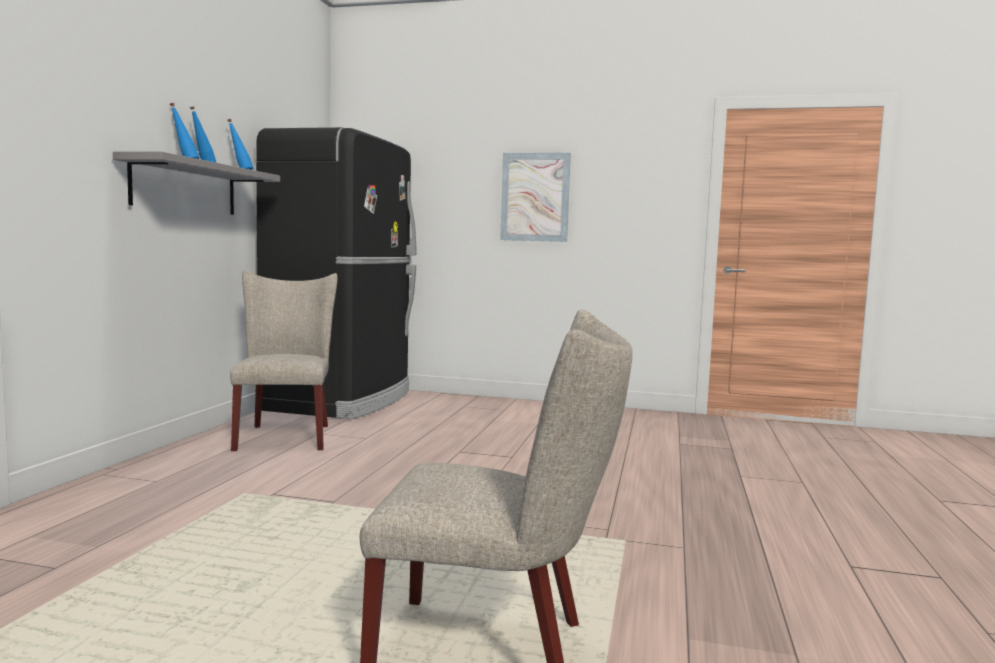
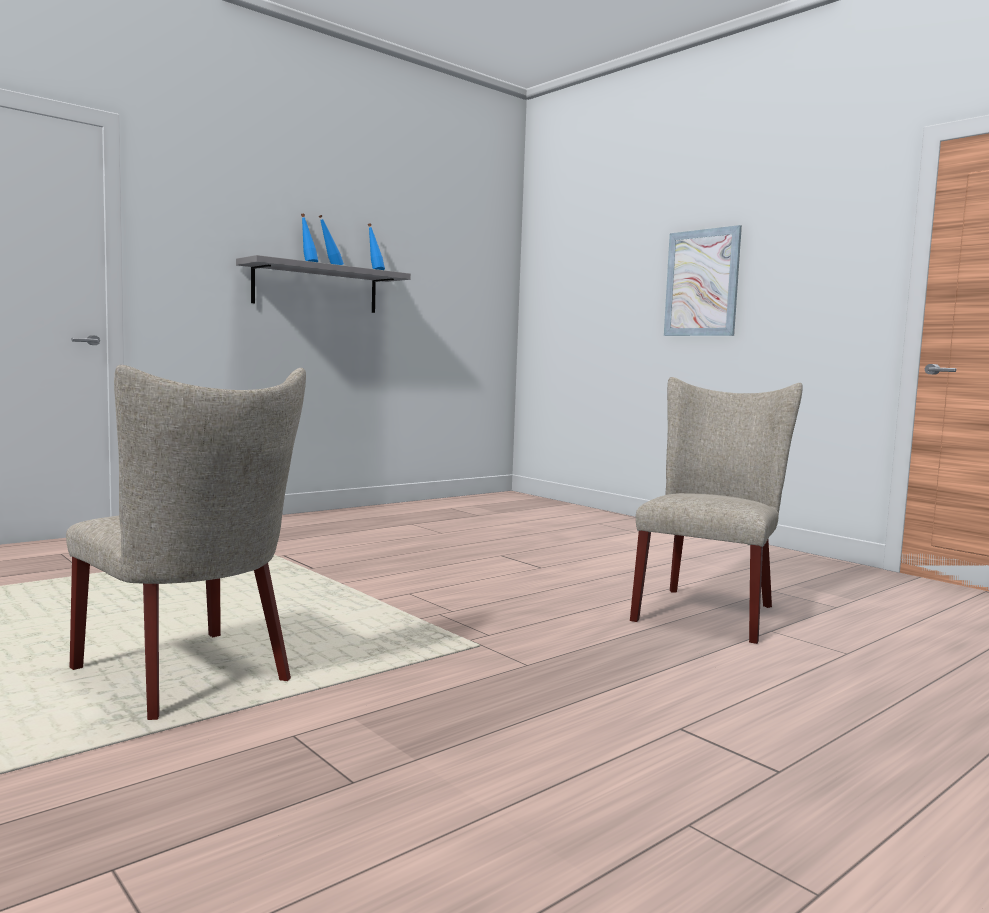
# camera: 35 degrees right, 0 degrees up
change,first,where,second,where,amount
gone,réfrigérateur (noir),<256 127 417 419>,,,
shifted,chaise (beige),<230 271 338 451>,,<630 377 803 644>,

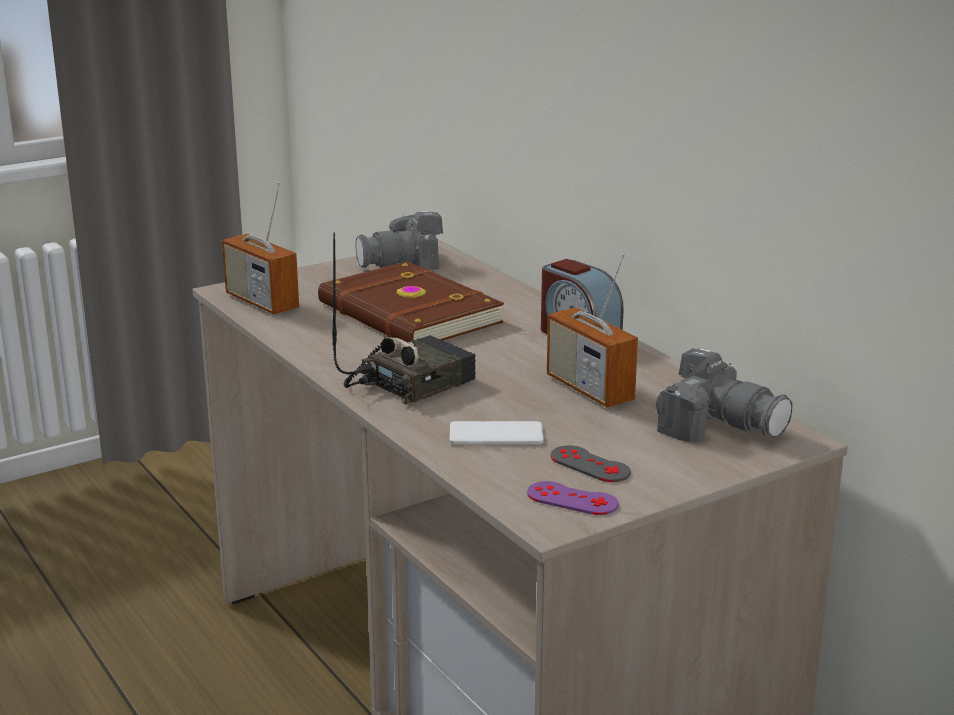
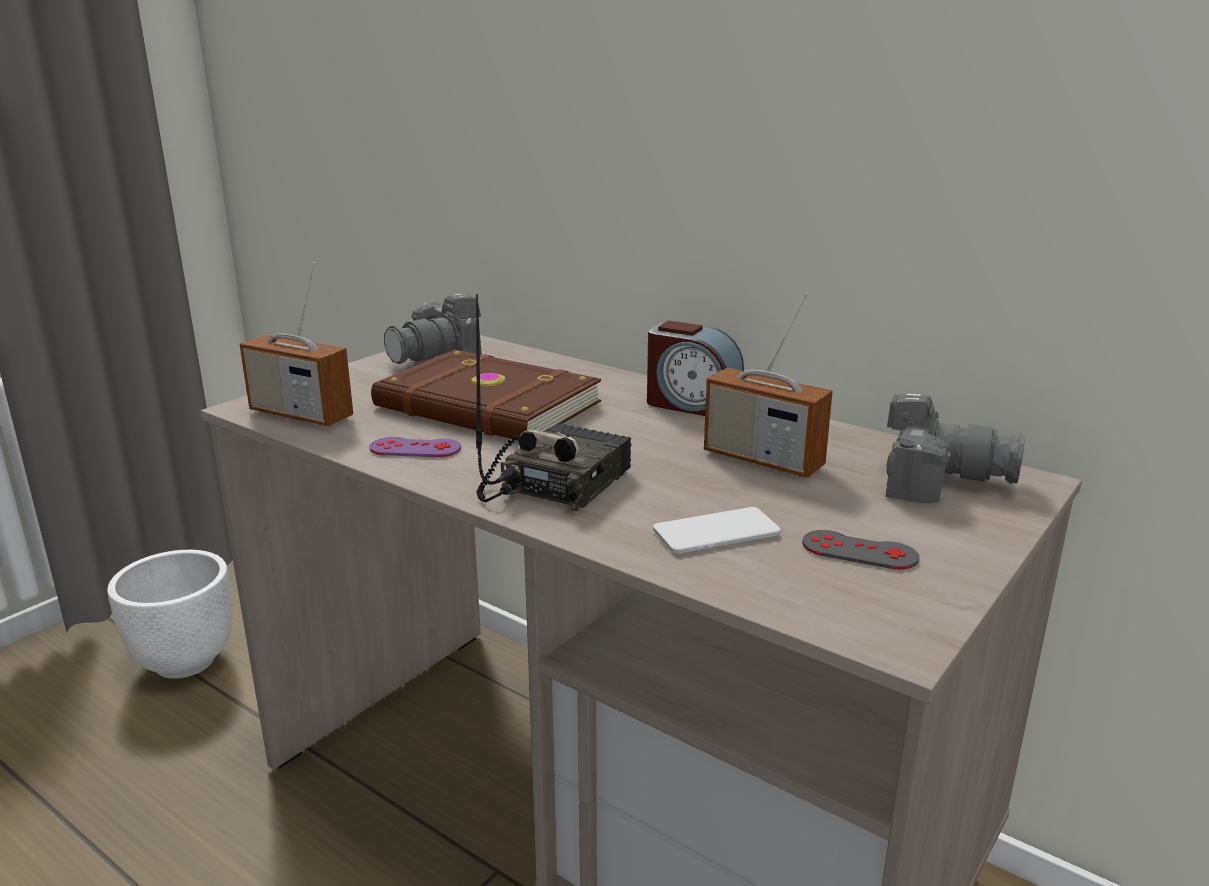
# camera: 20 degrees left, 0 degrees up
change,first,where,second,where,amount
new,,,cache-pot (blanc),<107 550 233 679>,
shifted,manette (violet),<527 481 619 515>,,<369 437 461 457>,

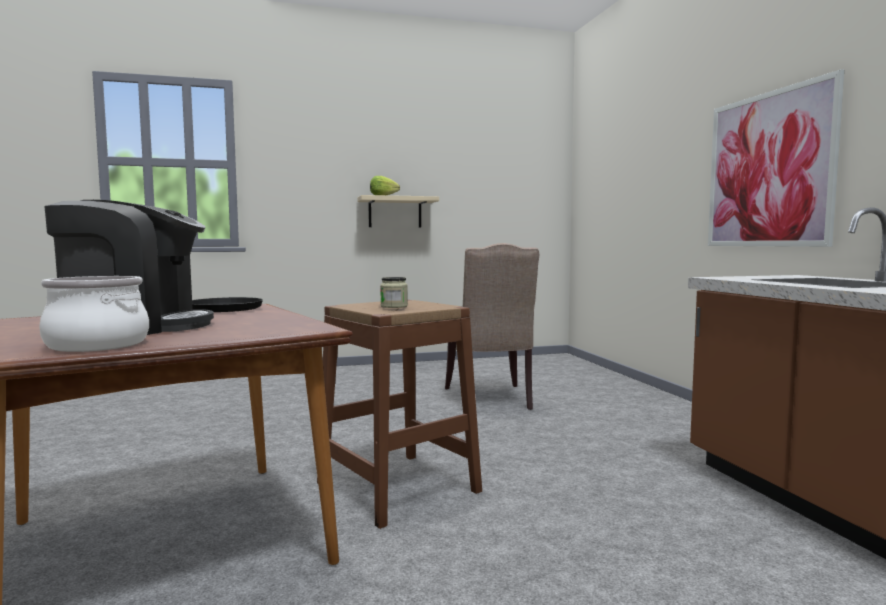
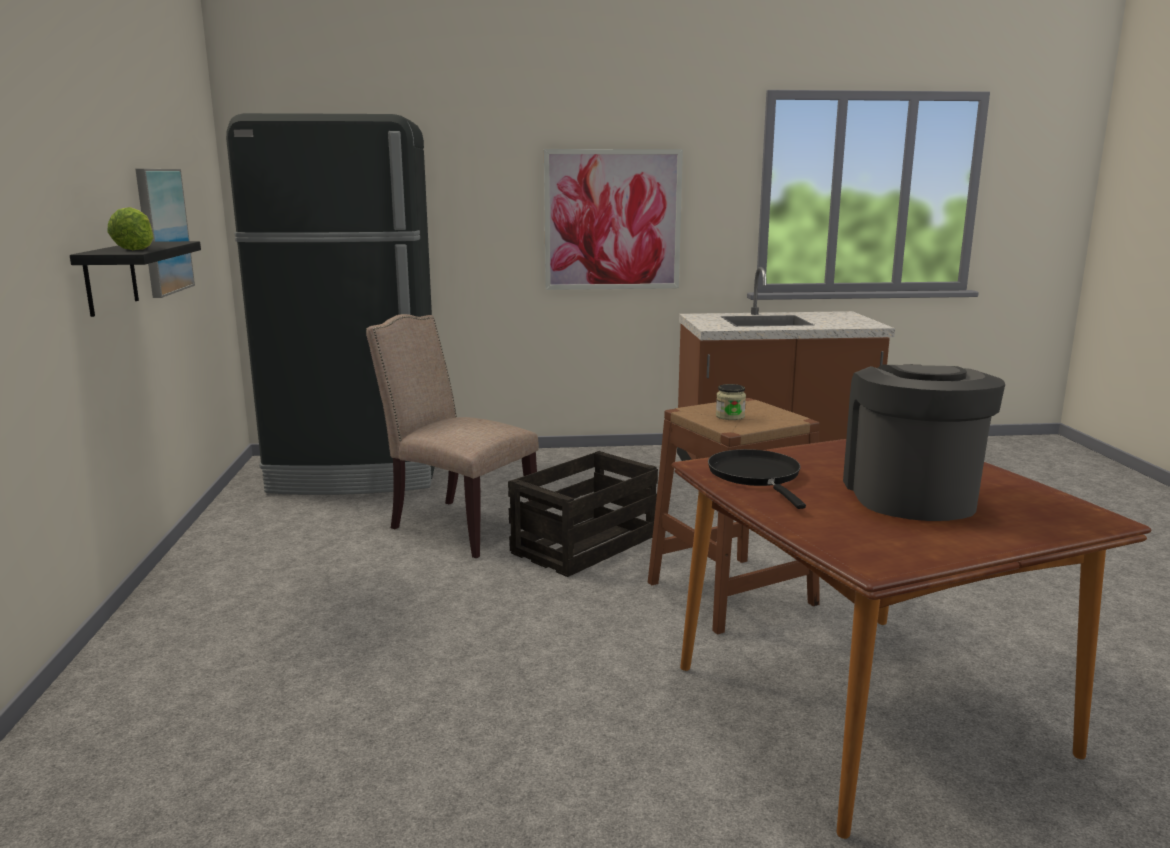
# camera: 80 degrees left, 10 degrees up
change,first,where,second,where,amount
gone,marmite,<39 276 149 352>,,,
new,,,tableau,<135 169 195 298>,
new,,,réfrigérateur (noir),<226 113 435 495>,
new,,,caisse,<508 451 658 577>,
repainted,étagère (beige),<357 195 439 227>,étagère (noir),<70 241 201 317>,
rotated,chaise (beige),<445 243 540 410>,,<366 314 539 558>,150 degrees counterclockwise

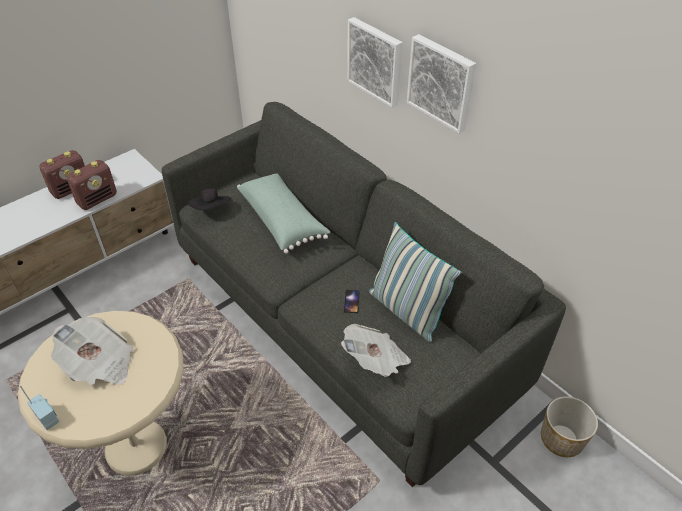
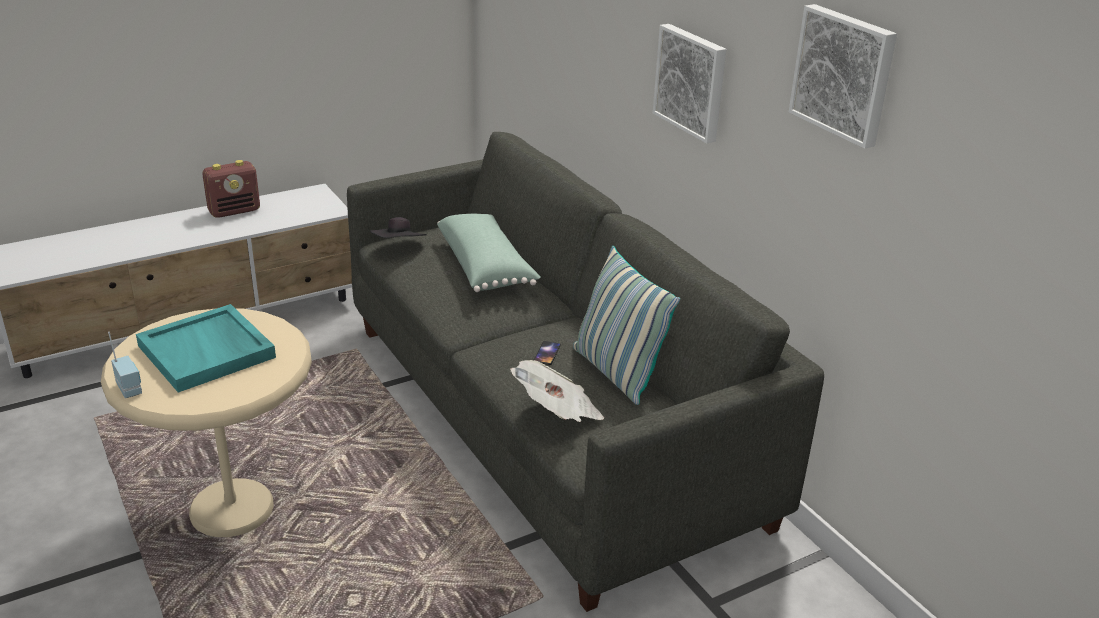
# camera: 10 degrees right, 15 degrees down
change,first,where,second,where,amount
gone,radio,<66 160 117 210>,,,
gone,cache-pot,<541 396 598 457>,,,
shifted,tableau,<347 17 403 108>,,<789 4 897 149>,
swapped,journal,<51 317 134 385>,plateau (turquoise),<136 304 276 392>,

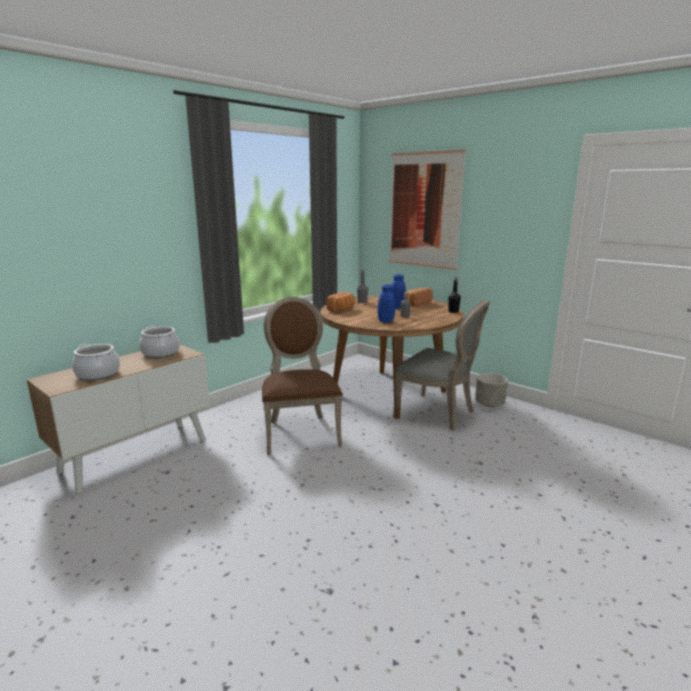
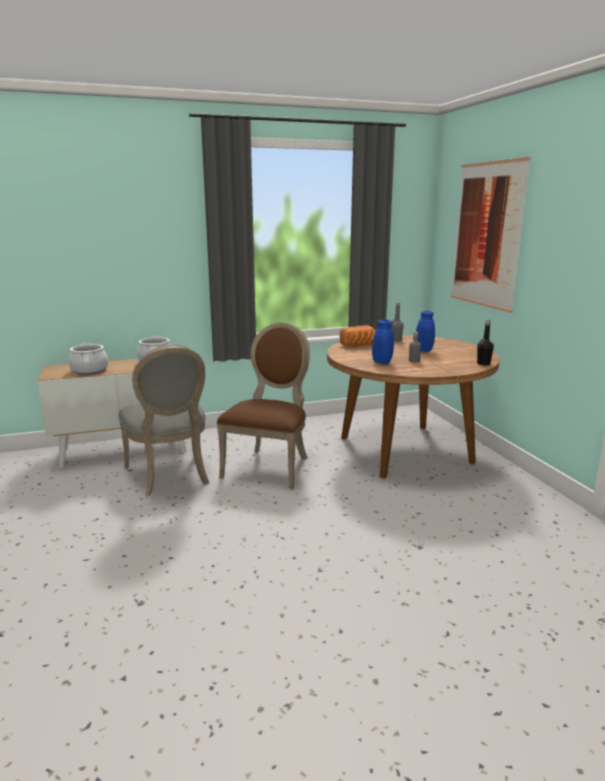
# camera: 30 degrees right, 0 degrees up
change,first,where,second,where,amount
gone,pain,<407 288 433 307>,,,
gone,cache-pot (gris),<475 373 508 407>,,,
shifted,chaise (gris),<393 300 490 431>,,<118 345 209 496>,

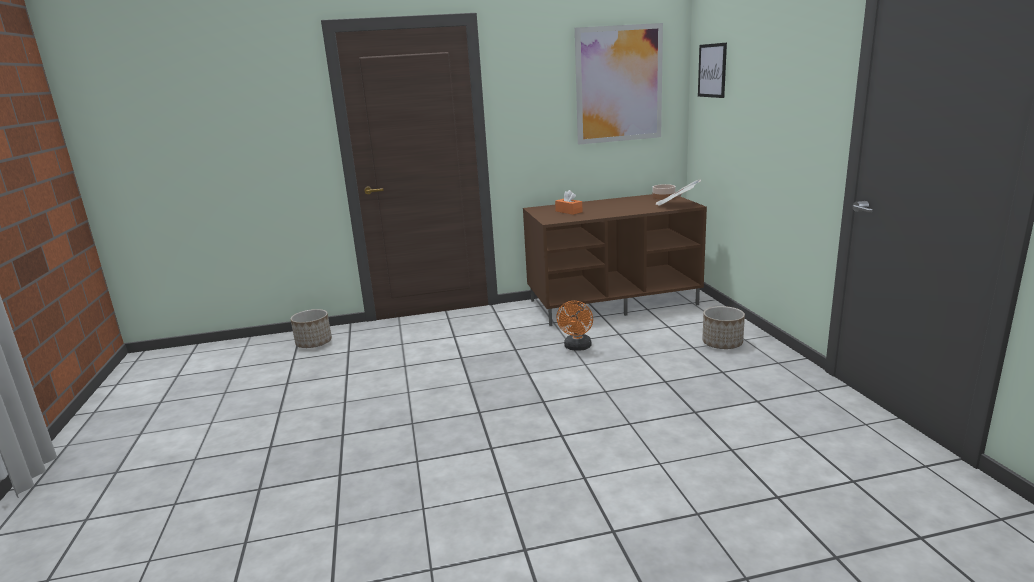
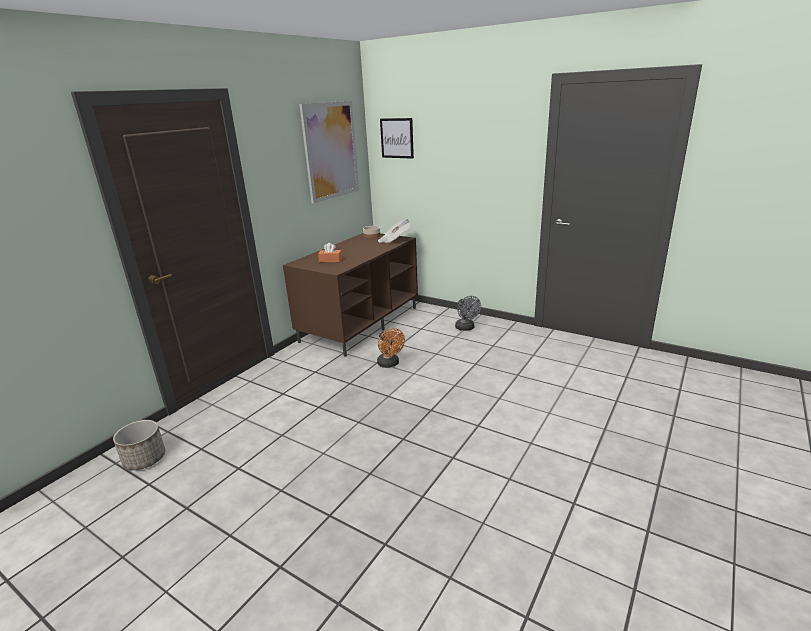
# camera: 45 degrees left, 5 degrees up
change,first,where,second,where,amount
swapped,cache-pot,<702 306 745 349>,ventilateur (gris),<455 296 481 331>,

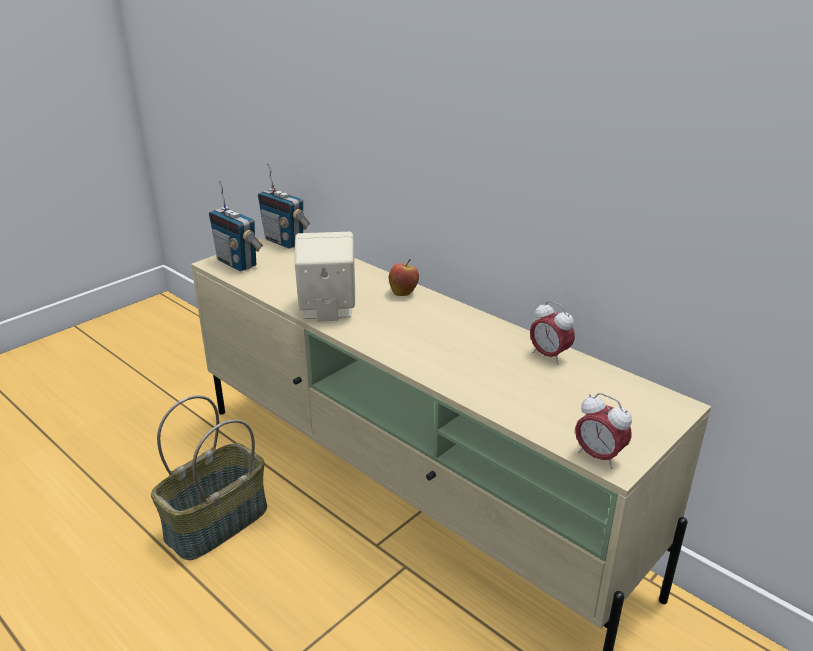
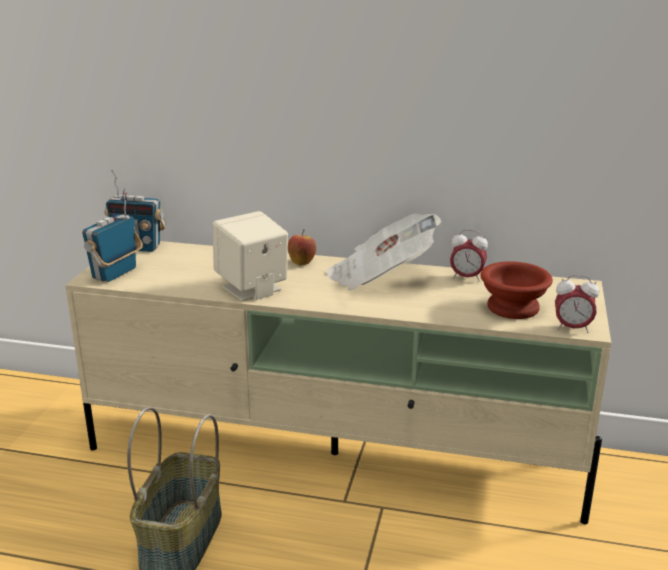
# camera: 30 degrees left, 5 degrees down
change,first,where,second,where,amount
new,,,journal,<326 213 442 290>,
new,,,bol (marron),<480 261 553 319>,
rotated,radio,<209 181 263 271>,,<82 188 143 282>,105 degrees clockwise

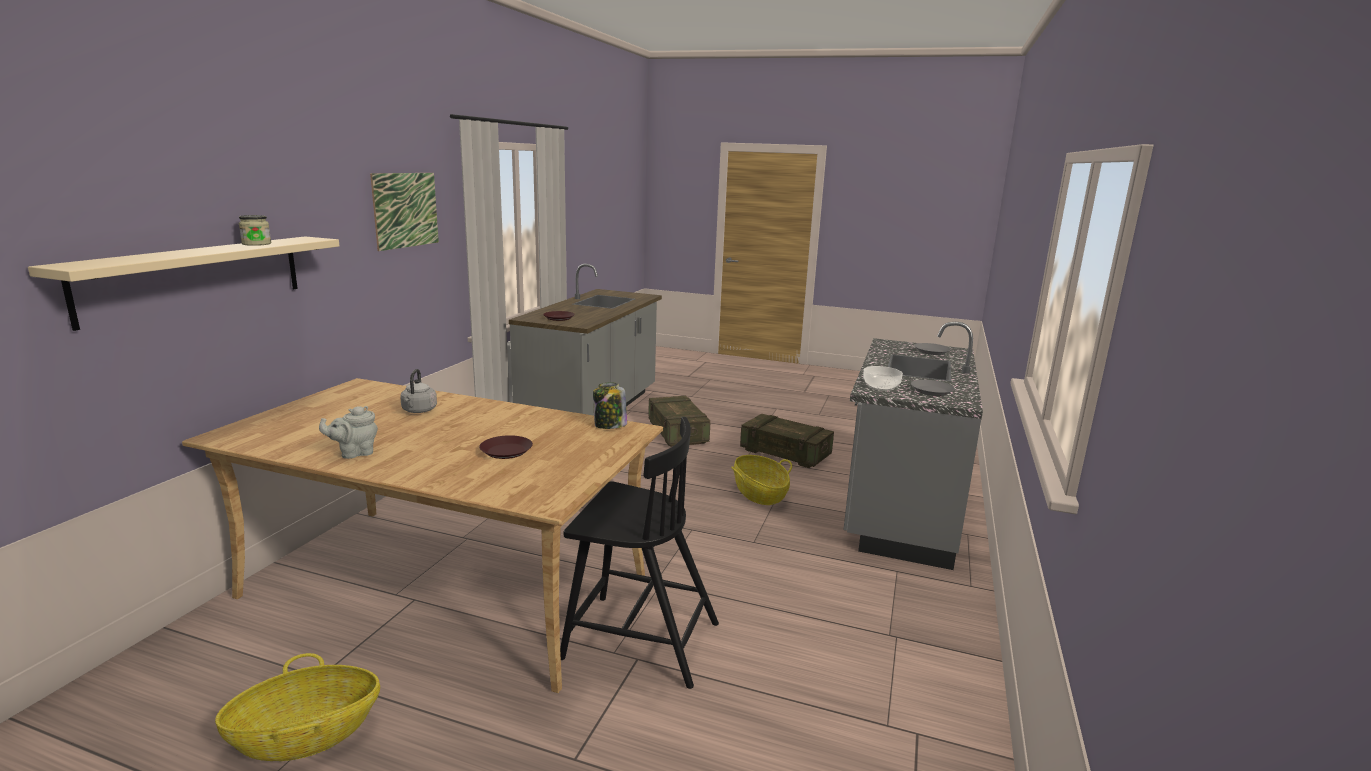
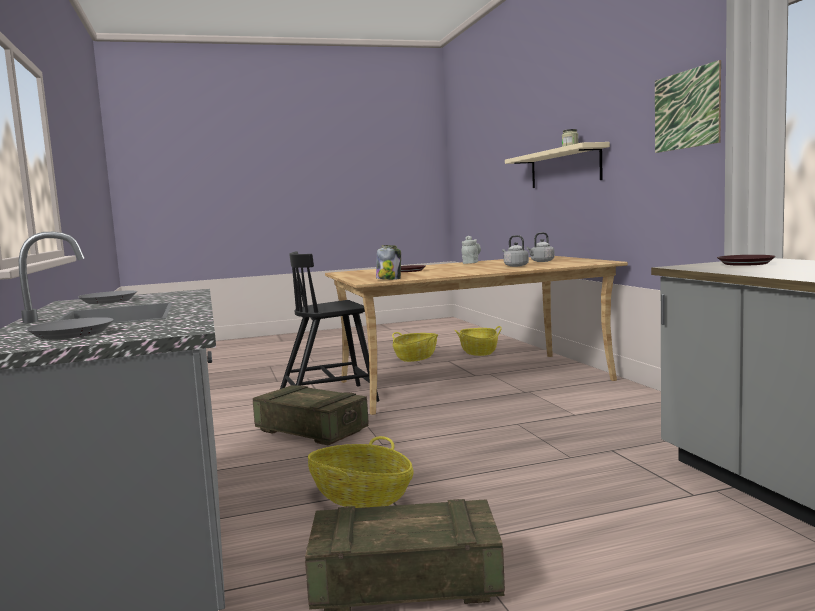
# camera: 145 degrees right, 10 degrees down
change,first,where,second,where,amount
gone,bol,<863 366 903 391>,,,
new,,,panier,<455 326 502 356>,
new,,,bouilloire (gris),<526 232 555 262>,
shifted,caisse,<648 396 710 447>,,<253 385 369 445>,

